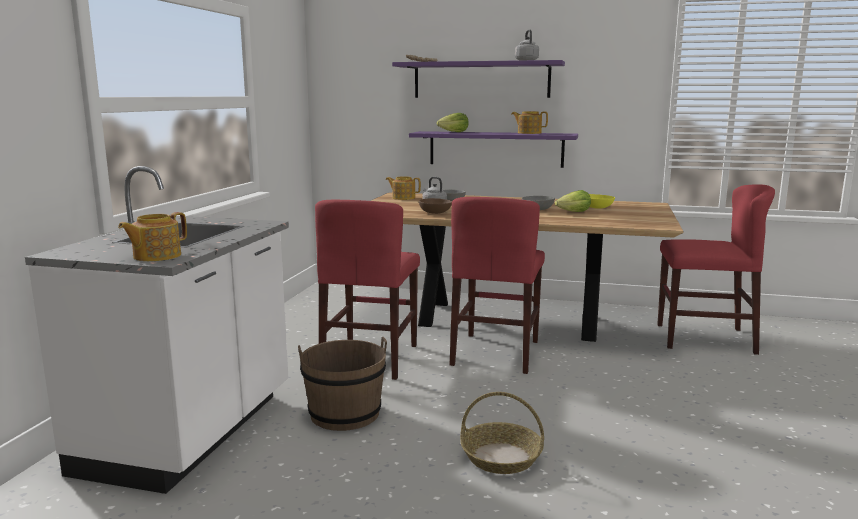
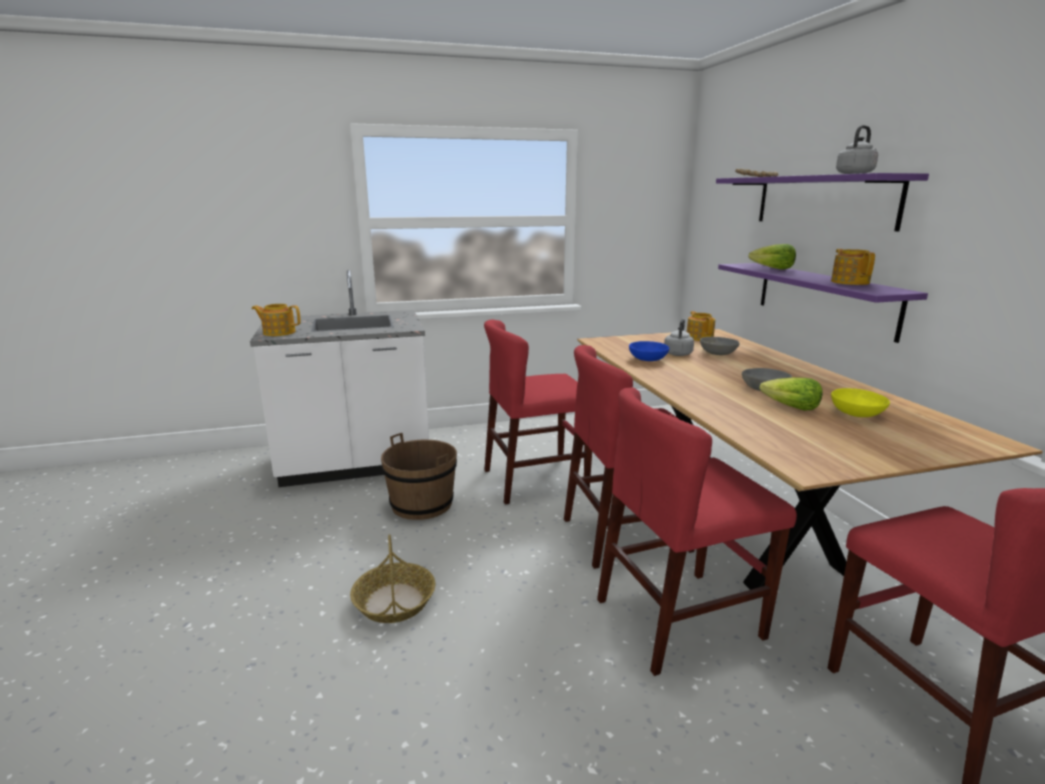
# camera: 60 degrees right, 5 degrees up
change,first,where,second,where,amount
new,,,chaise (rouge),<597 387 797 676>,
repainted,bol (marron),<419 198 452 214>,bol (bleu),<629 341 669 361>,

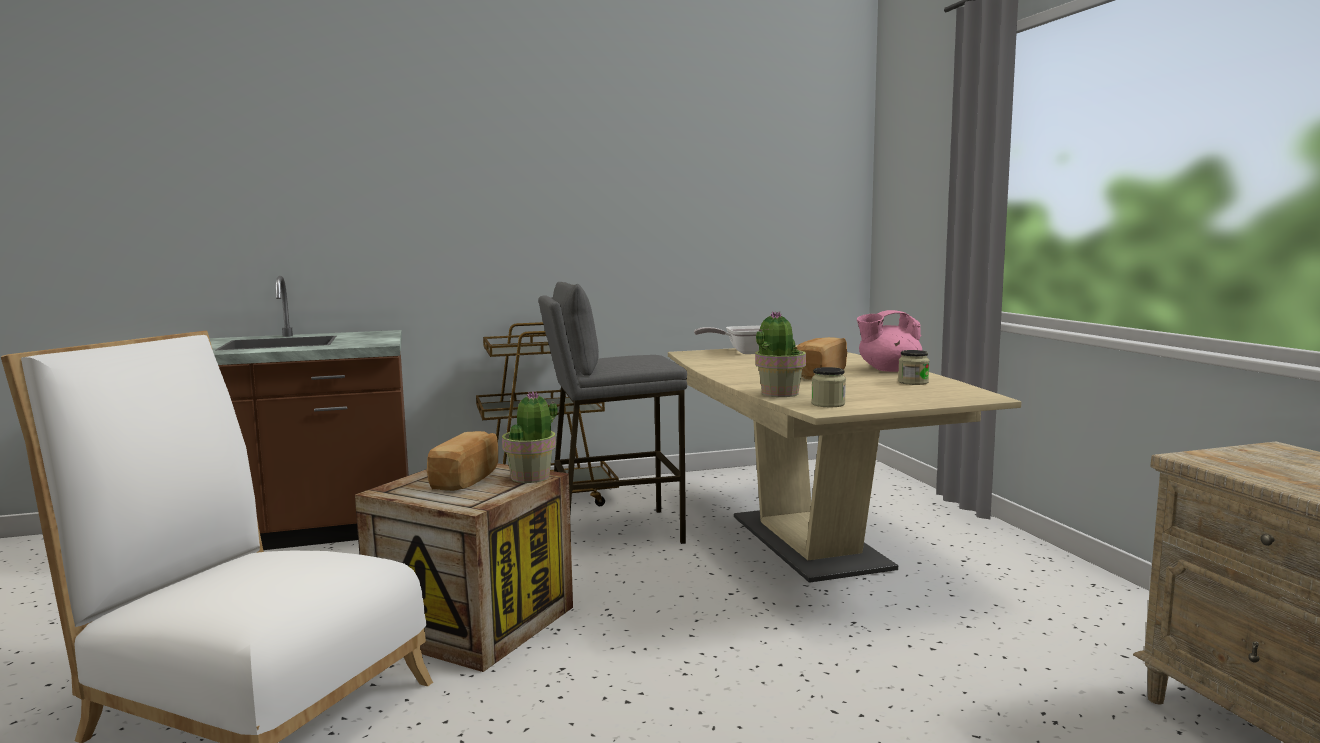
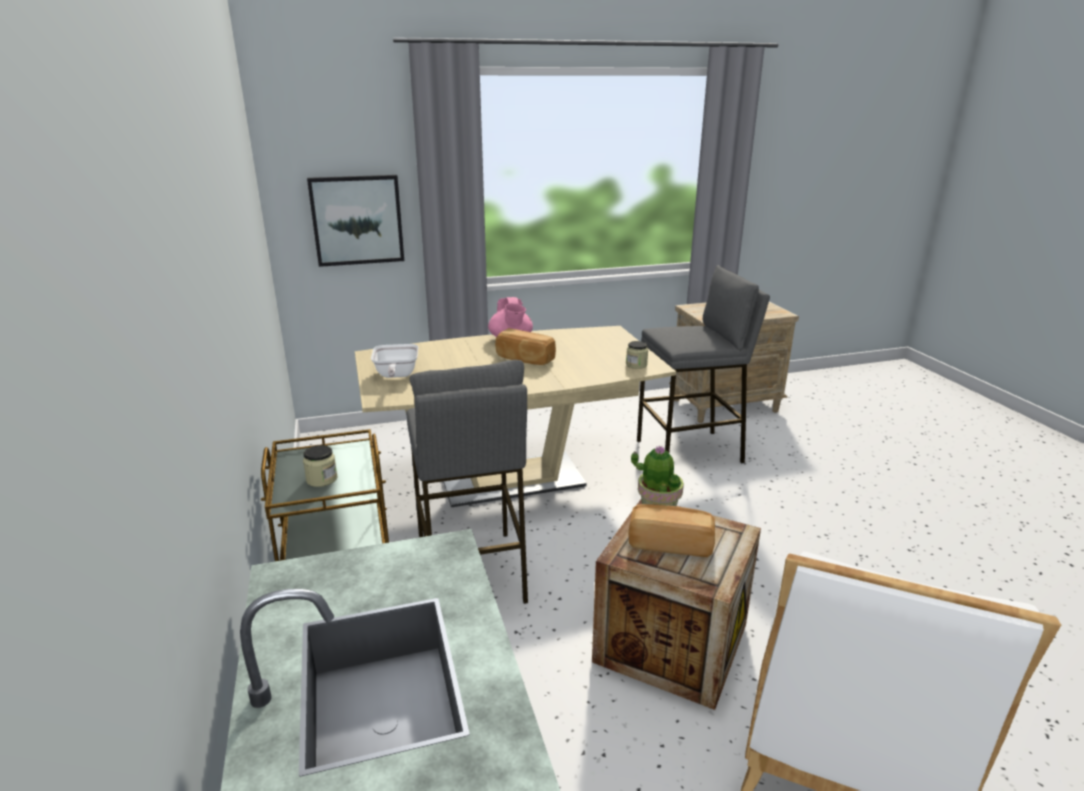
# camera: 90 degrees left, 15 degrees up
change,first,where,second,where,amount
gone,plante en pot,<755 311 806 397>,,,
new,,,tableau,<307 175 404 267>,
new,,,tabouret (gris),<637 265 770 463>,
shifted,bocal,<898 350 929 385>,,<303 445 337 487>,

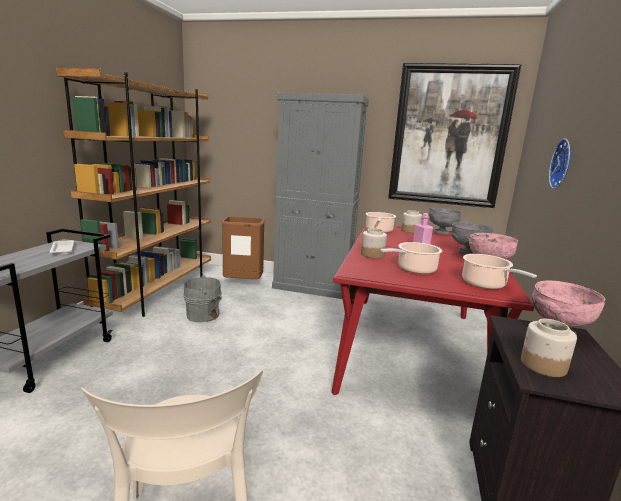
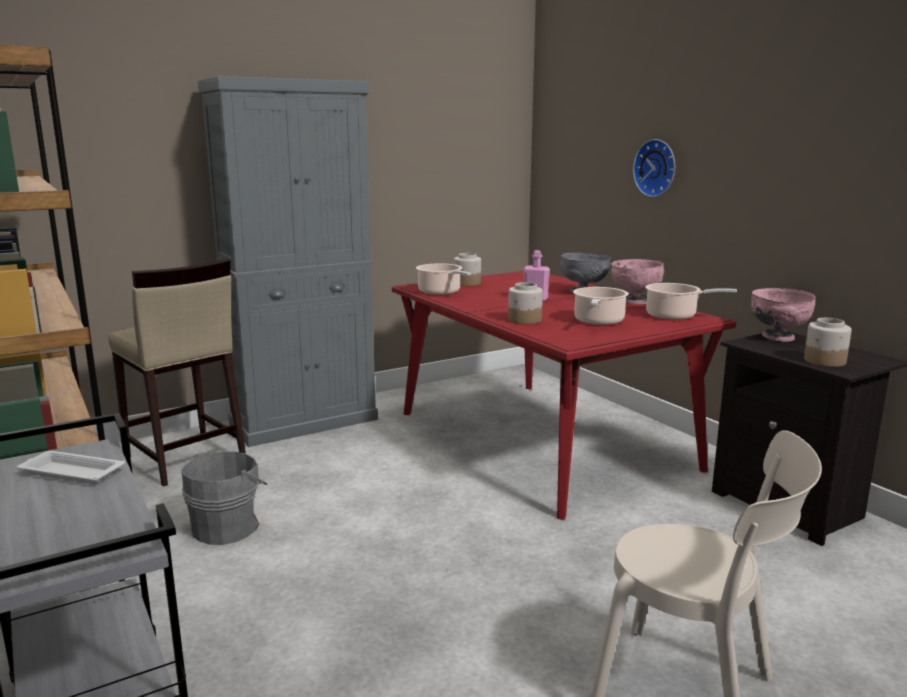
# camera: 45 degrees left, 0 degrees up
change,first,where,second,where,amount
gone,tableau,<388 63 521 208>,,,
gone,bol (gris),<429 207 462 234>,,,
swapped,poubelle (marron),<221 216 265 279>,tabouret (beige),<108 259 246 487>,

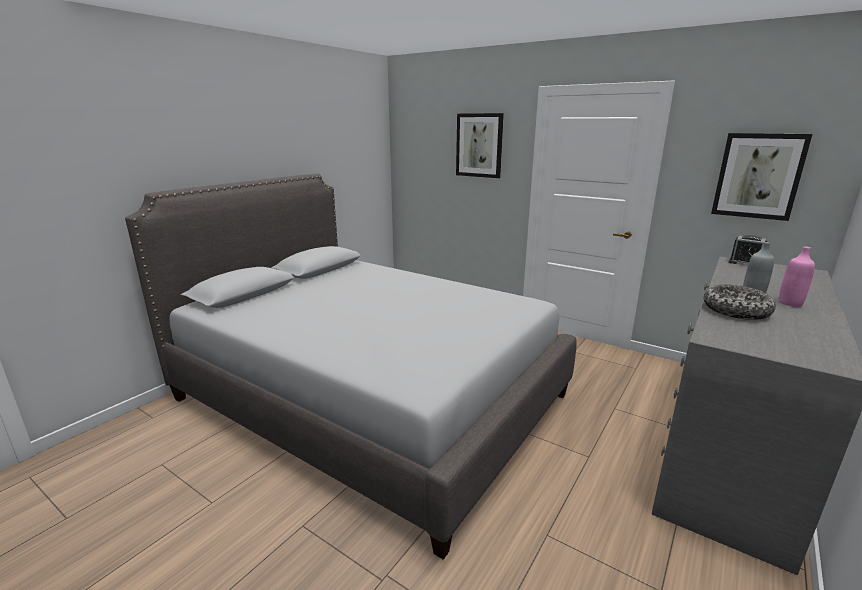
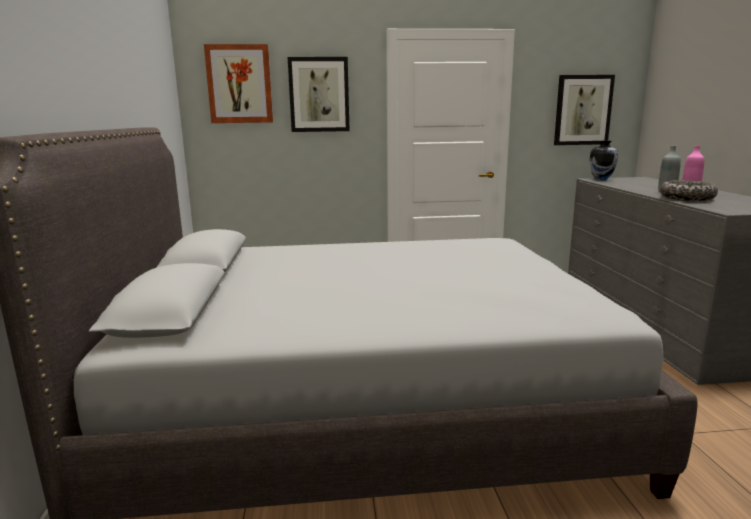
# camera: 40 degrees left, 5 degrees down
change,first,where,second,where,amount
new,,,tableau,<204 44 273 123>,
swapped,réveil,<728 235 767 264>,vase,<590 141 618 180>,

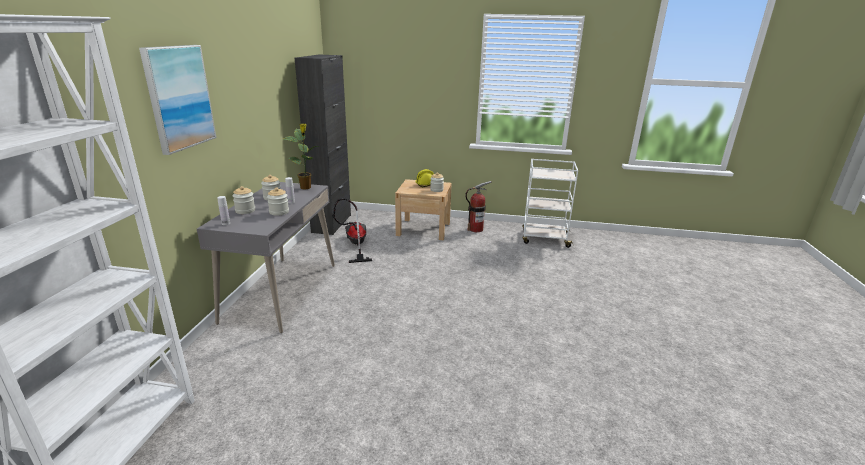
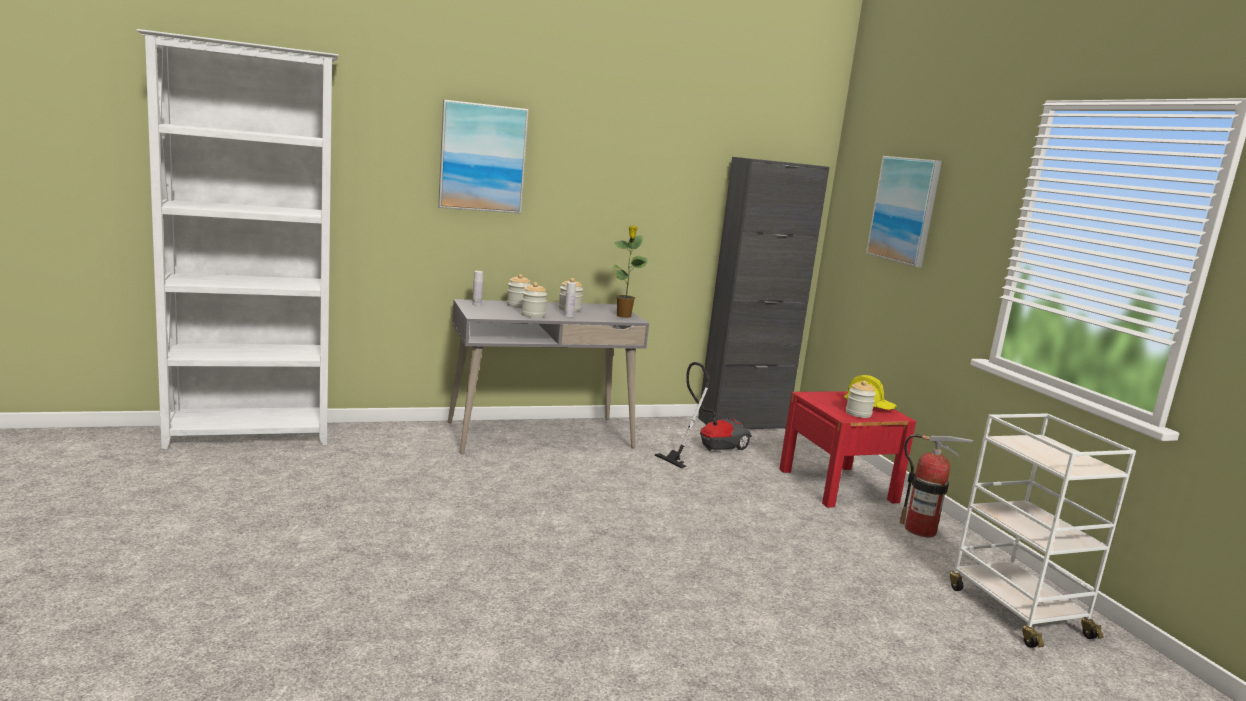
# camera: 60 degrees right, 10 degrees down
change,first,where,second,where,amount
new,,,tableau,<866 156 942 267>,
repainted,table de chevet (beige),<395 179 452 240>,table de chevet (rouge),<779 391 916 508>,

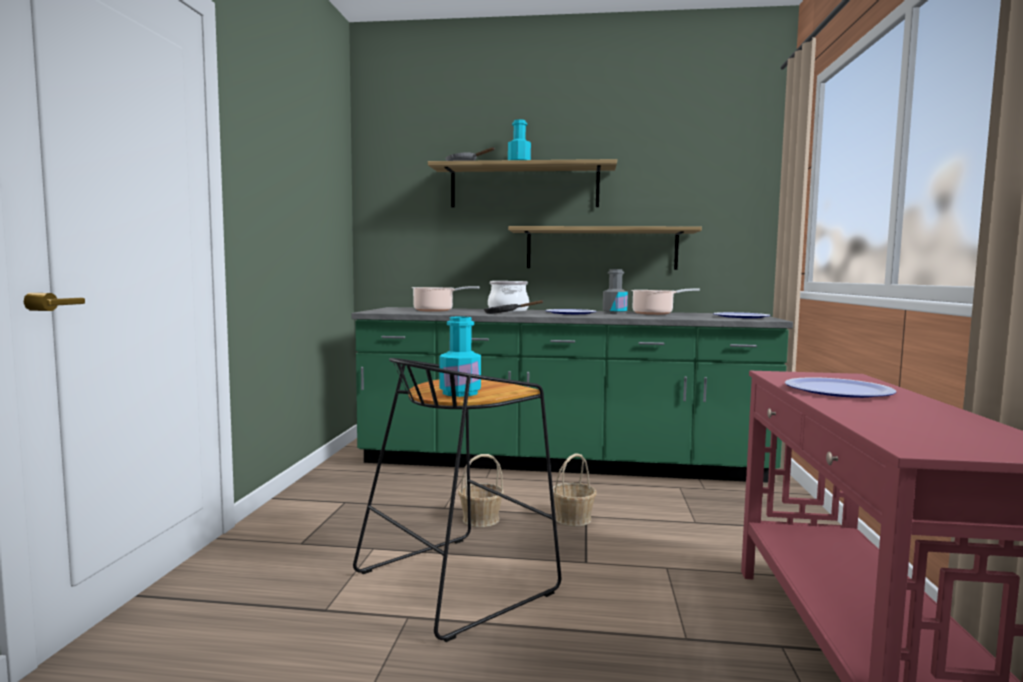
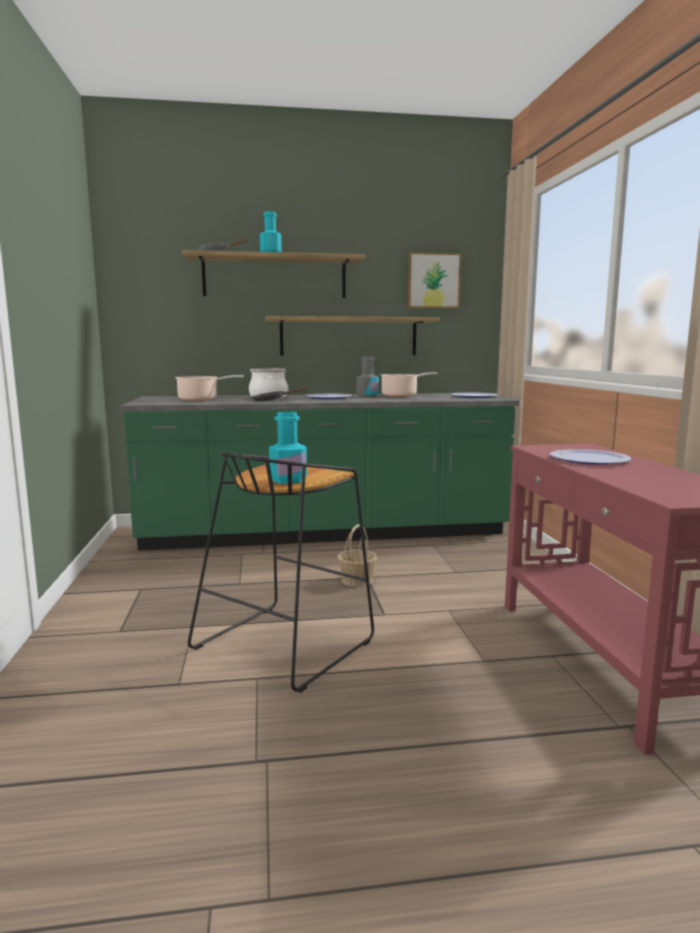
# camera: 15 degrees left, 5 degrees up
change,first,where,second,where,amount
gone,panier,<458 454 504 527>,,,
new,,,tableau,<407 252 462 309>,

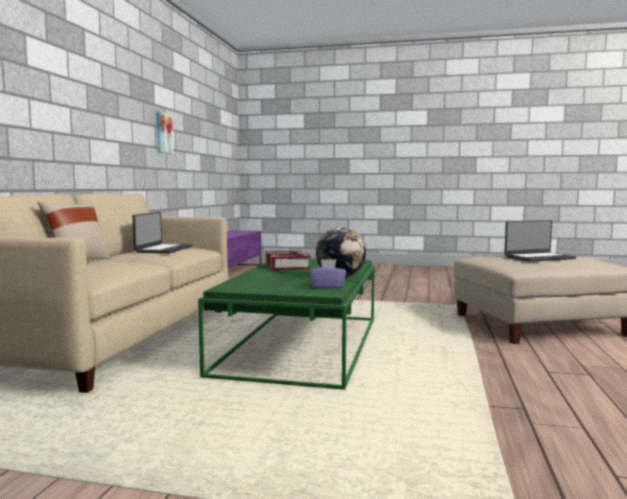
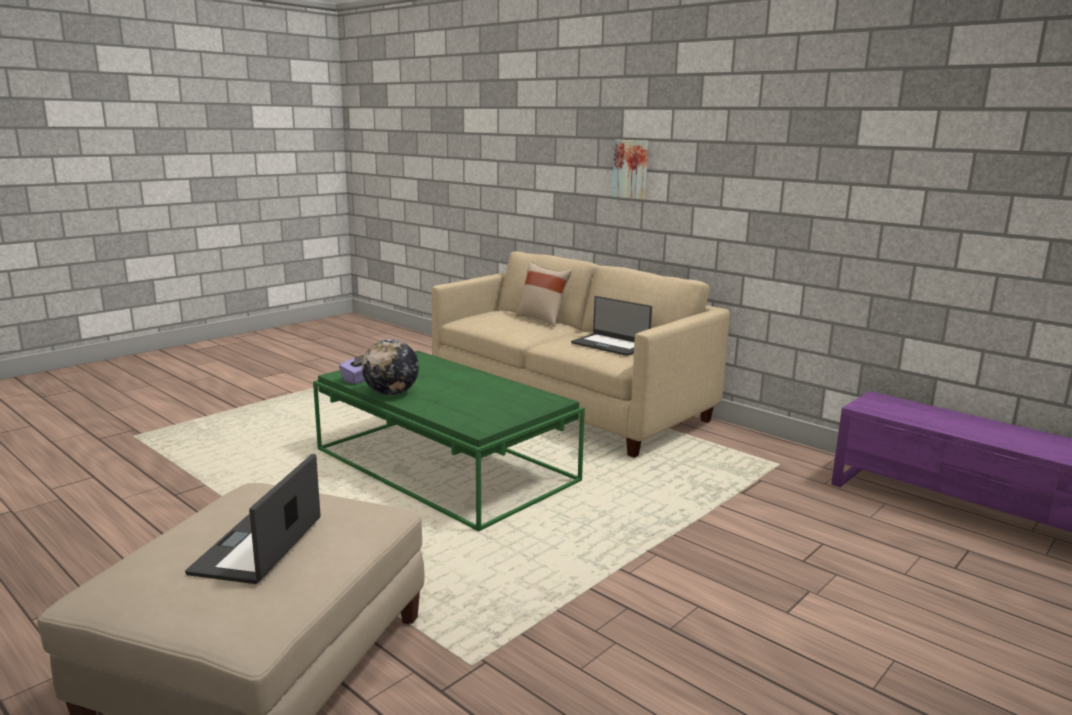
# camera: 120 degrees right, 10 degrees up
change,first,where,second,where,amount
gone,livre,<266 250 311 270>,,,
shifted,tableau,<156 111 174 154>,,<612 140 648 200>,

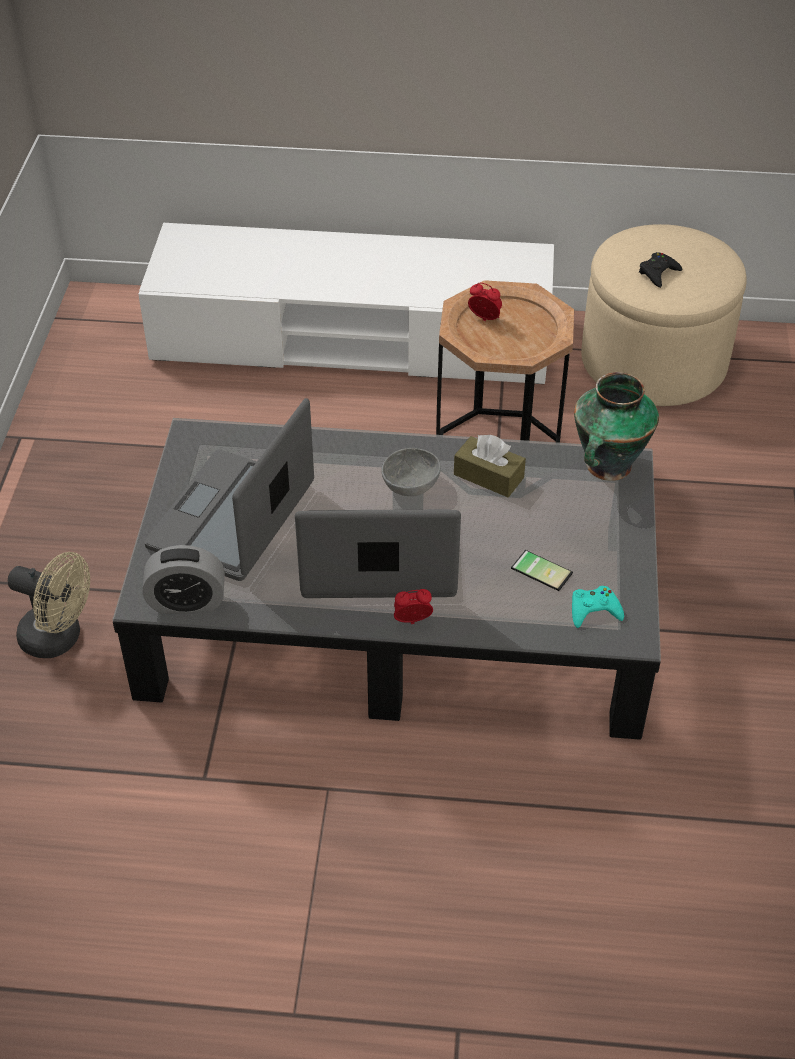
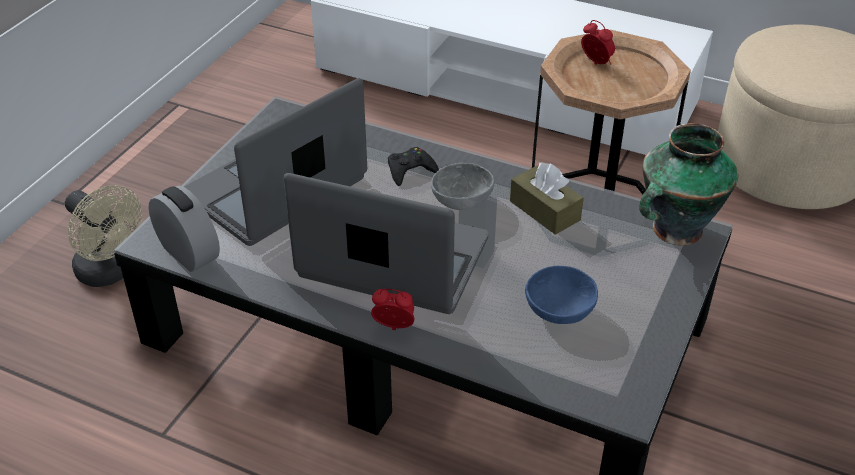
# camera: 20 degrees right, 5 degrees down
change,first,where,second,where,amount
gone,manette (turquoise),<572 586 624 628>,,,
shifted,manette (noir),<639 252 682 288>,,<388 147 439 186>,
swapped,téléphone,<511 550 573 591>,bol (bleu),<525 266 598 324>,
rotated,réveil,<143 545 225 614>,,<148 186 220 272>,150 degrees counterclockwise

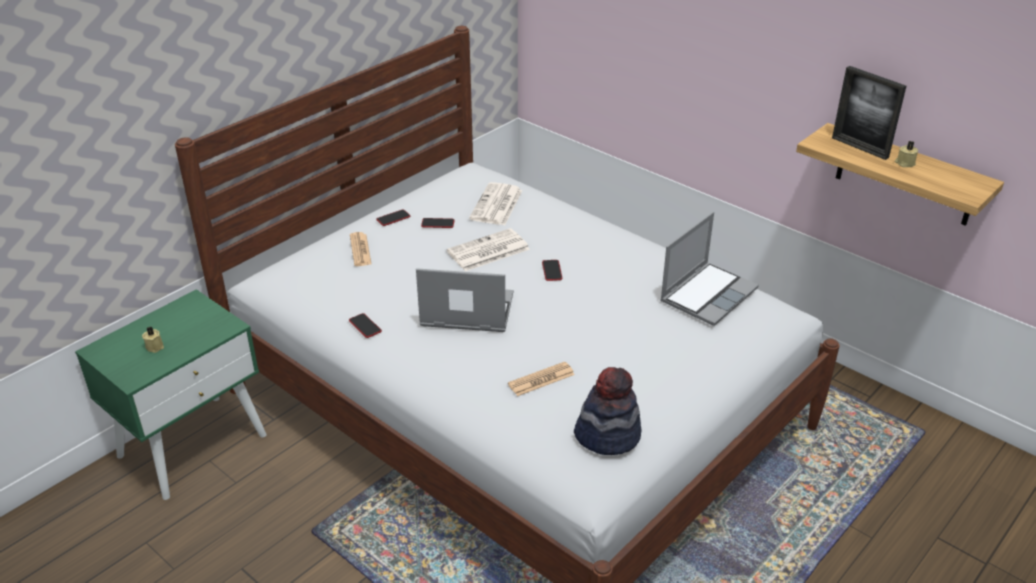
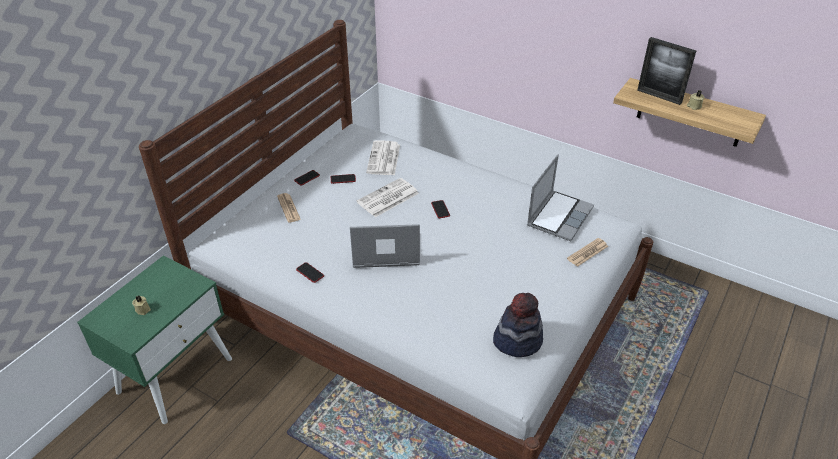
# camera: 10 degrees left, 5 degrees up
change,first,where,second,where,amount
shifted,journal,<508 362 575 396>,,<567 238 608 267>,

